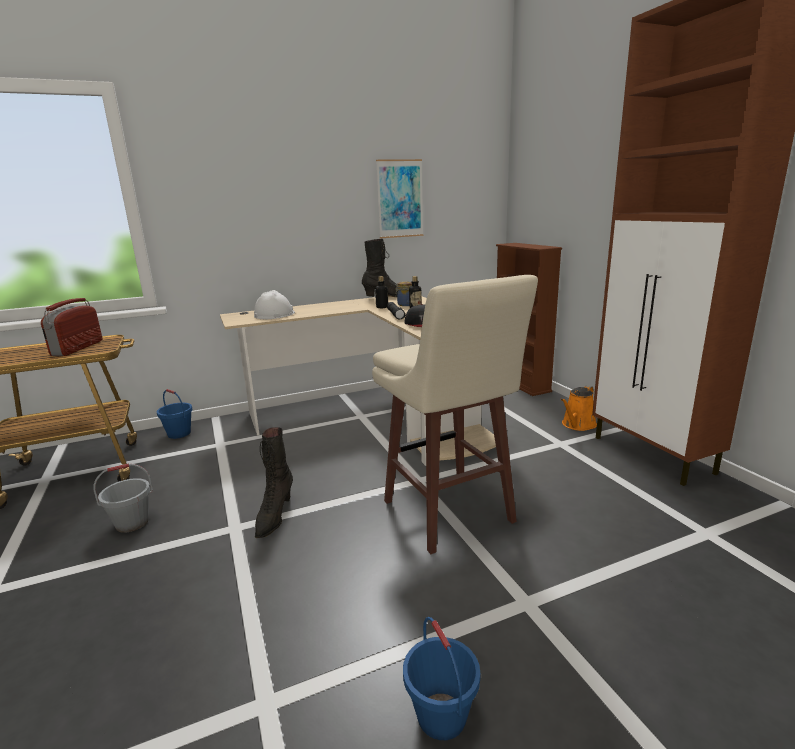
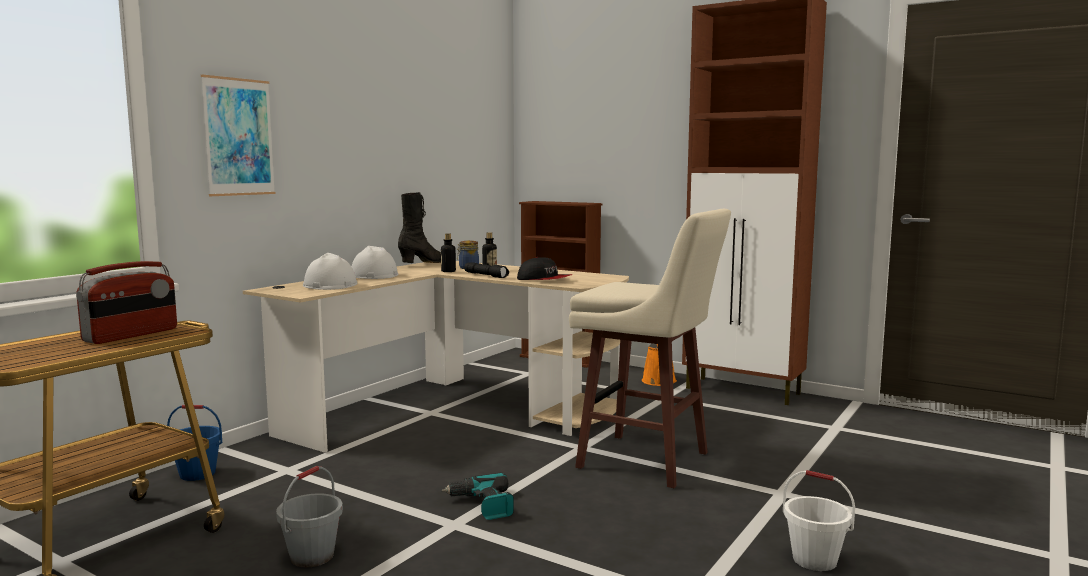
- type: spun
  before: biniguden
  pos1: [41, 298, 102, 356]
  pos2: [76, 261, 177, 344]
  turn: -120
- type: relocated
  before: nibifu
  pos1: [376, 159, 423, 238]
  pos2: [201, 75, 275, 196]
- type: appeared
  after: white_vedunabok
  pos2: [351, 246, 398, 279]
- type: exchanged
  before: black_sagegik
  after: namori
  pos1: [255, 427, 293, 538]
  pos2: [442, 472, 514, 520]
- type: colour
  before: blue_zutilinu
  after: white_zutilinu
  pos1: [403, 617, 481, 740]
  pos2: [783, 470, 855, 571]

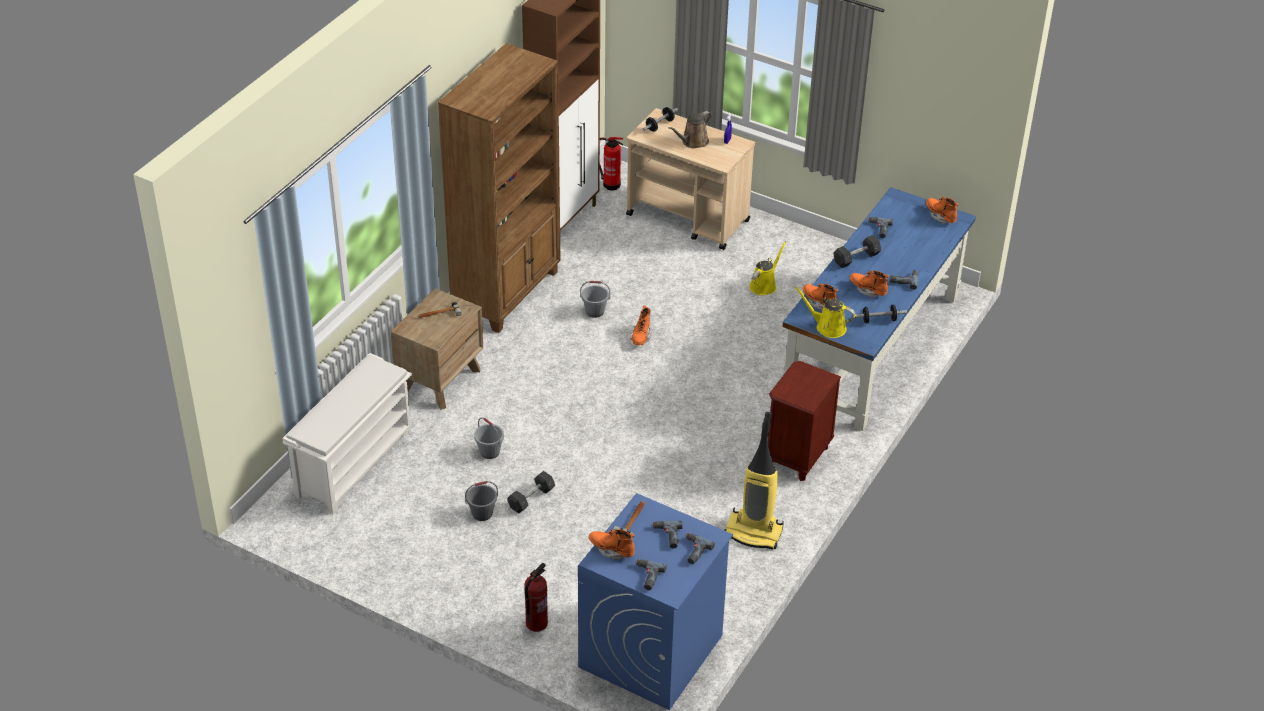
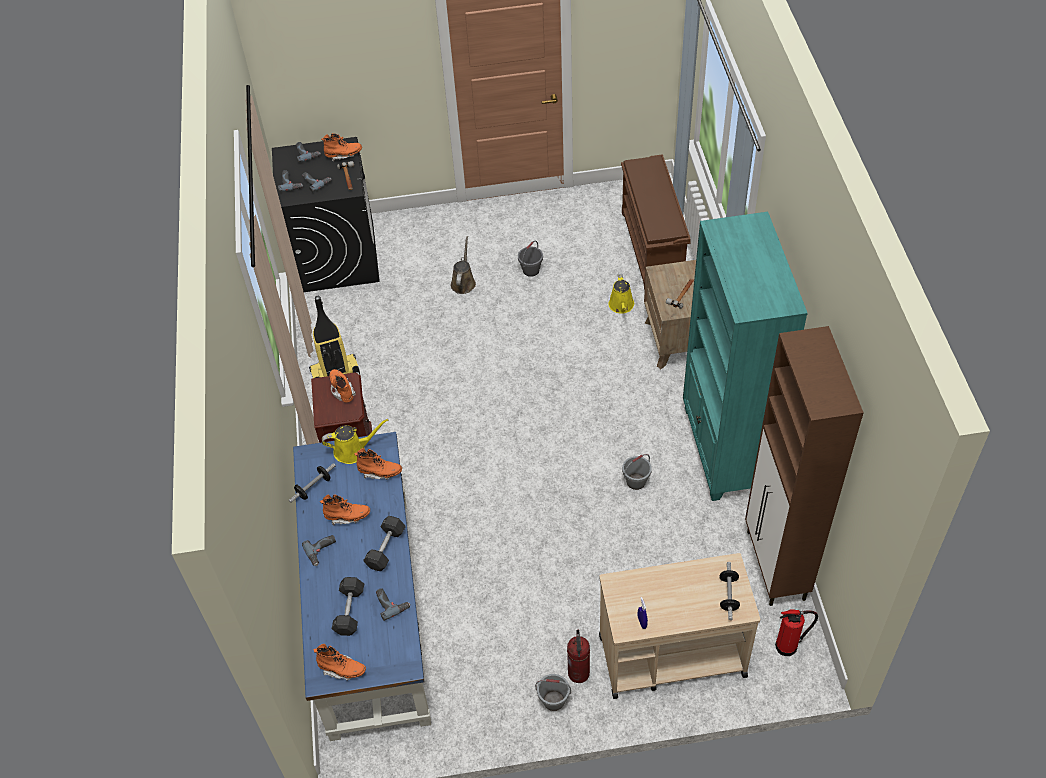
- type: colour
  before: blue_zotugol
  after: black_zotugol
  pos1: [578, 493, 733, 710]
  pos2: [272, 137, 380, 292]
- type: relocated
  before: orange_sagegik
  pos1: [630, 305, 652, 345]
  pos2: [330, 369, 356, 403]
- type: relocated
  before: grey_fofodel
  pos1: [507, 471, 555, 513]
  pos2: [332, 577, 364, 636]
- type: relocated
  before: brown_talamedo
  pos1: [668, 111, 712, 149]
  pos2: [451, 236, 476, 294]
- type: relocated
  before: grey_zutilinu
  pos1: [474, 418, 504, 459]
  pos2: [535, 674, 571, 711]
- type: relocated
  before: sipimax
  pos1: [524, 563, 548, 632]
  pos2: [567, 630, 590, 683]
- type: relocated
  before: yellow_talamedo
  pos1: [749, 241, 787, 296]
  pos2: [609, 274, 634, 314]
- type: colour
  before: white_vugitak
  after: brown_vugitak
  pos1: [282, 353, 412, 514]
  pos2: [621, 154, 691, 290]
- type: colour
  before: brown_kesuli
  after: turquoise_kesuli
  pos1: [438, 43, 560, 333]
  pos2: [683, 212, 808, 501]

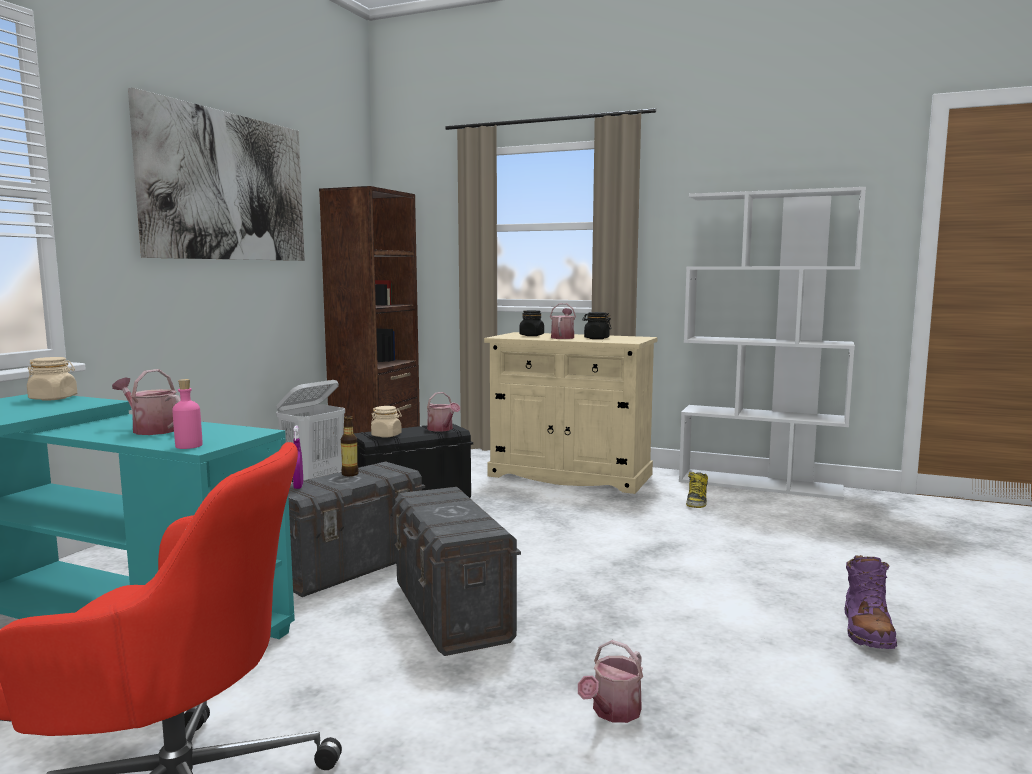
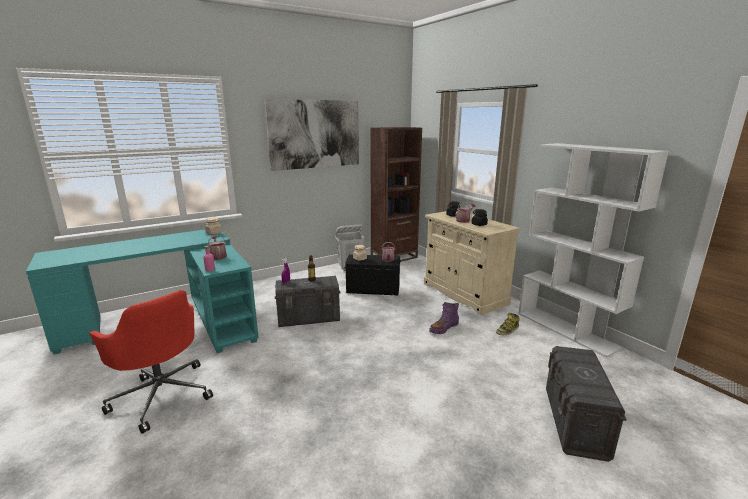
- type: relocated
  before: purple_sagegik
  pos1: [844, 555, 897, 649]
  pos2: [429, 302, 459, 334]
- type: relocated
  before: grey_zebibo
  pos1: [392, 487, 521, 656]
  pos2: [546, 346, 627, 462]
- type: missing
  before: talamedo
  pos1: [578, 640, 643, 723]

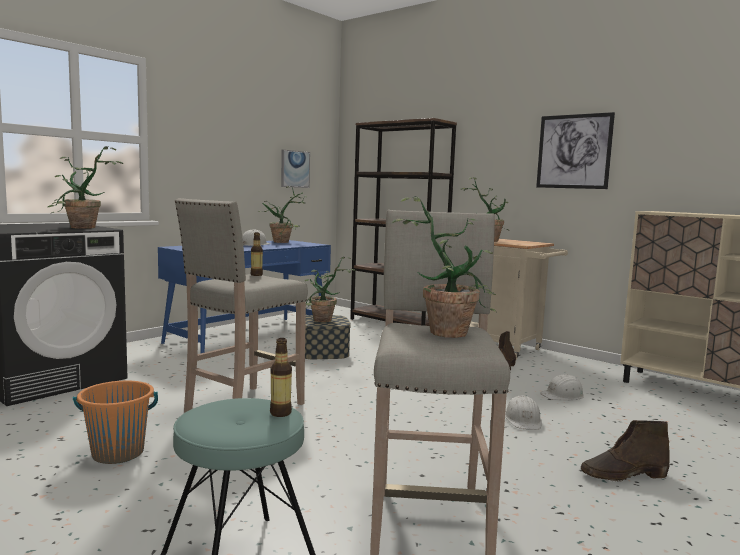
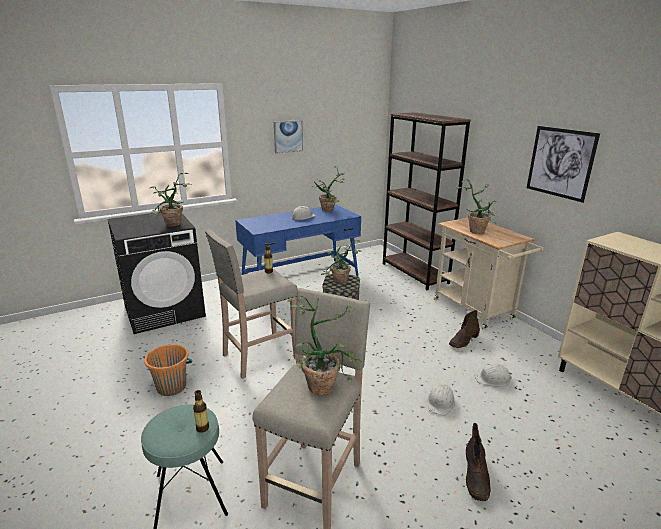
- type: relocated
  before: nibifu
  pos1: [281, 150, 310, 188]
  pos2: [274, 120, 303, 153]
- type: spun
  before: brown_sagegik
  pos1: [581, 420, 670, 481]
  pos2: [466, 423, 491, 501]
  turn: -90

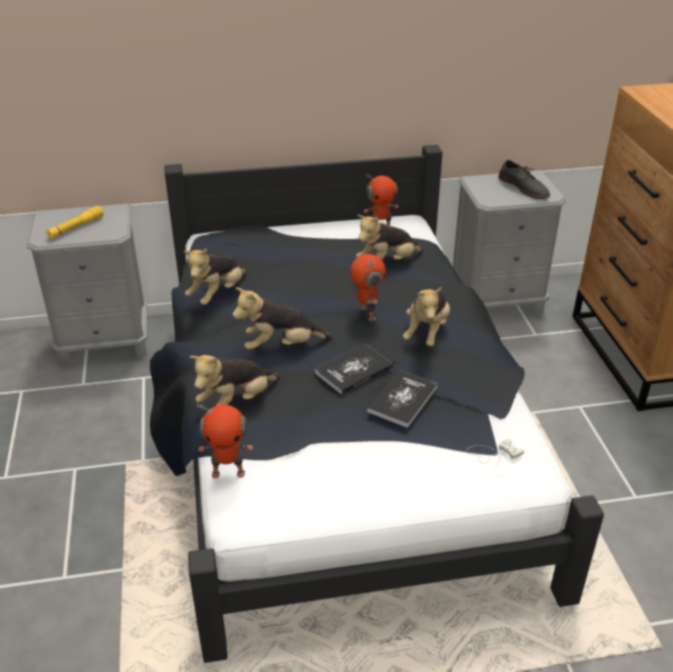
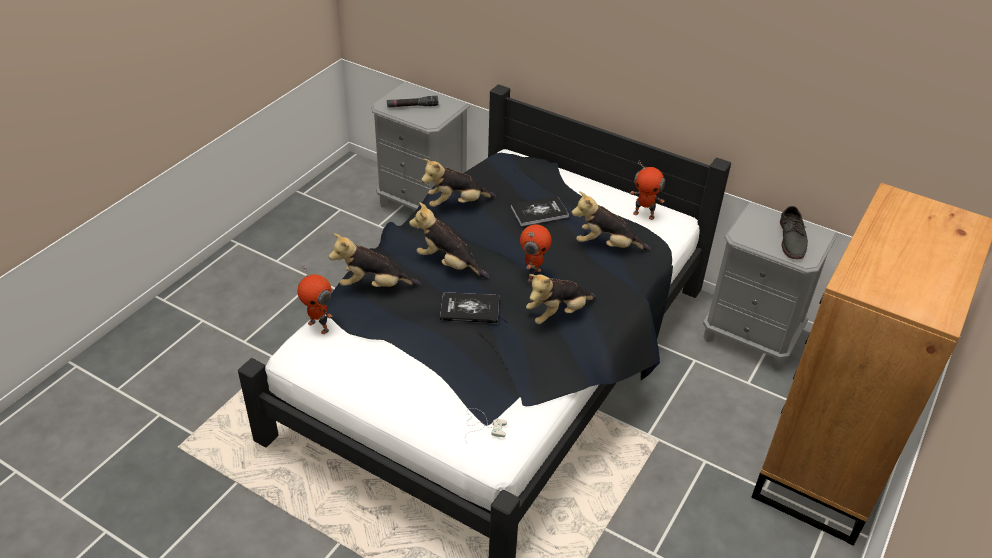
- type: colour
  before: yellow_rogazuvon
  after: black_rogazuvon
  pos1: [46, 206, 104, 239]
  pos2: [387, 96, 438, 108]
- type: relocated
  before: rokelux
  pos1: [367, 370, 438, 428]
  pos2: [511, 196, 569, 226]

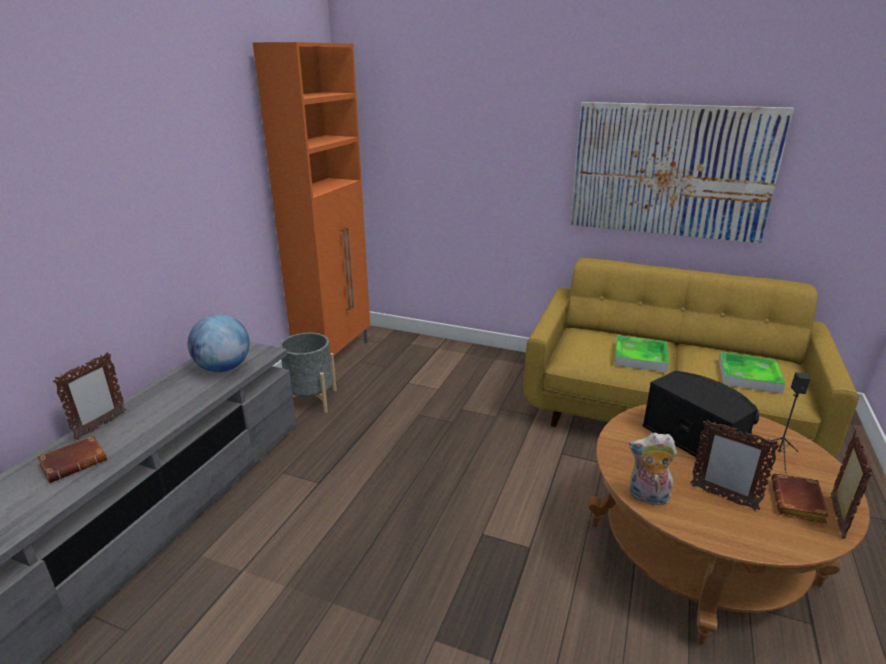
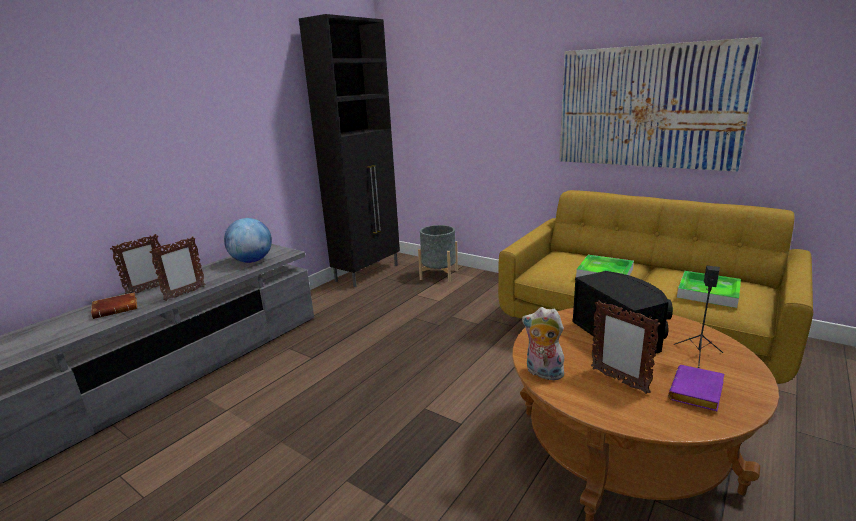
- type: relocated
  before: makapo
  pos1: [831, 429, 872, 539]
  pos2: [150, 237, 206, 301]
- type: colour
  before: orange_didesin
  after: black_didesin
  pos1: [253, 42, 370, 356]
  pos2: [299, 14, 400, 287]
- type: relocated
  before: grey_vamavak
  pos1: [279, 333, 337, 413]
  pos2: [418, 225, 458, 282]
- type: colour
  before: brown_rokelux
  after: purple_rokelux
  pos1: [771, 473, 829, 523]
  pos2: [668, 365, 724, 411]

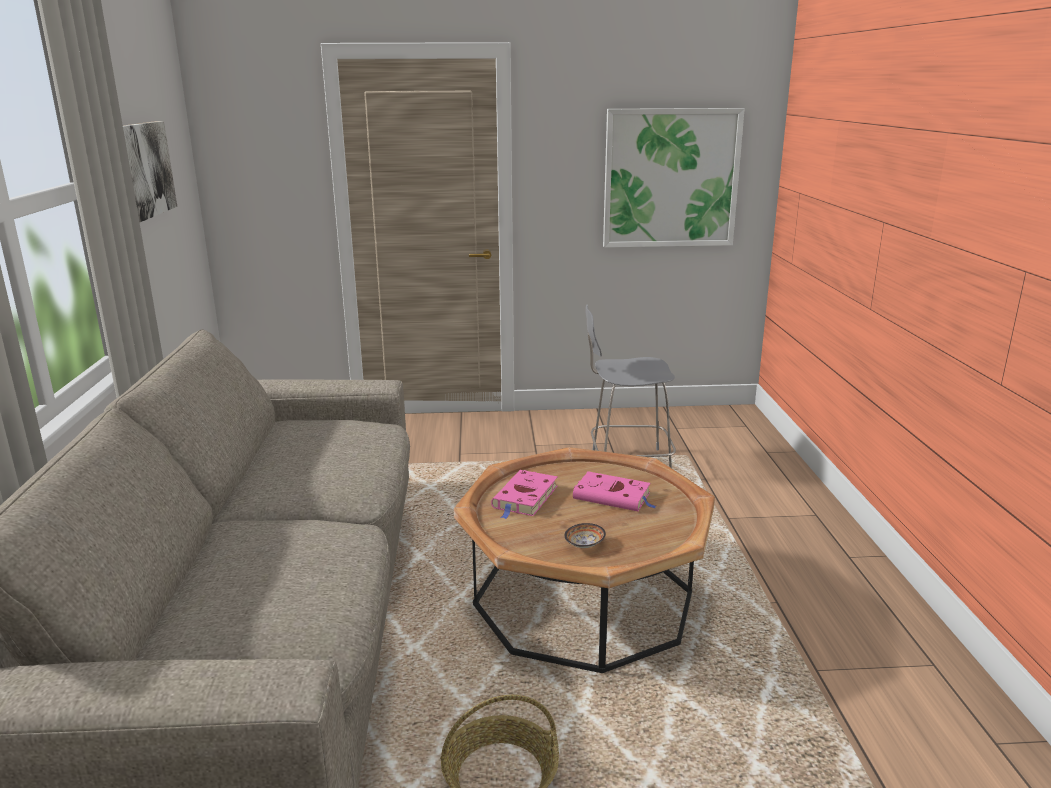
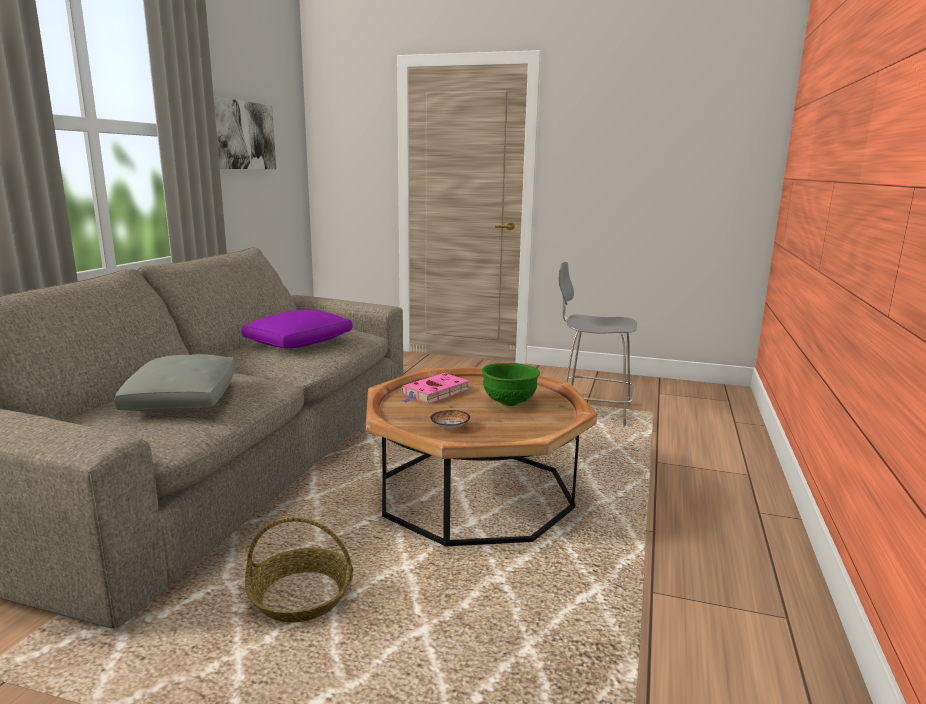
- type: appeared
  after: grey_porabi
  pos2: [114, 354, 235, 412]
- type: appeared
  after: purple_porabi
  pos2: [241, 310, 353, 348]
- type: exchanged
  before: pink_rokelux
  after: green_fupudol
  pos1: [573, 471, 656, 511]
  pos2: [482, 363, 540, 406]
- type: missing
  before: nibifu
  pos1: [603, 108, 745, 248]

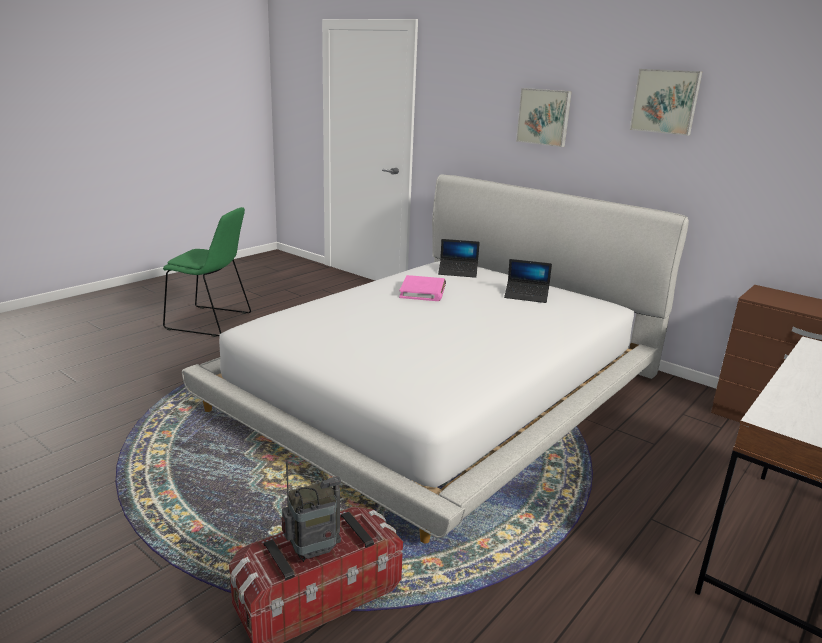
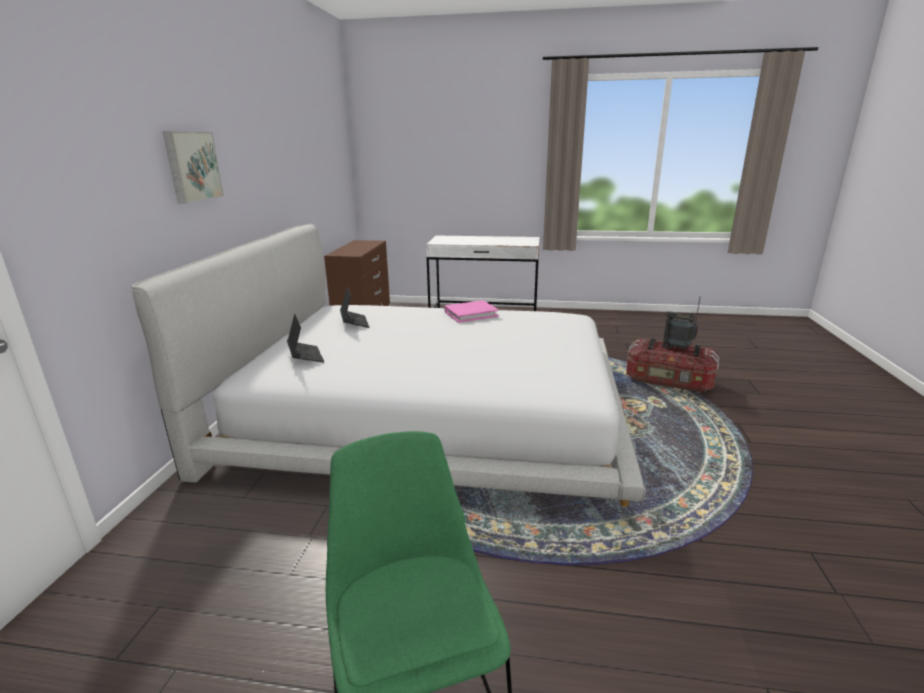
- type: relocated
  before: pink_rokelux
  pos1: [399, 275, 446, 301]
  pos2: [444, 300, 499, 323]
- type: missing
  before: nibifu
  pos1: [630, 69, 703, 136]

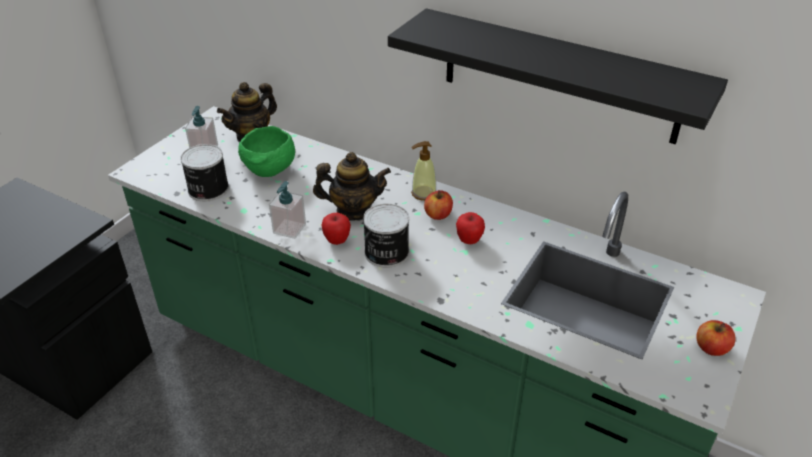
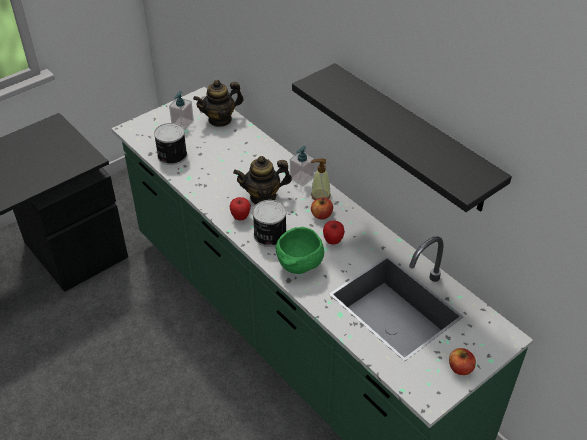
- type: spun
  before: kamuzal
  pos1: [313, 152, 391, 221]
  pos2: [233, 156, 292, 205]
  turn: 150
- type: relocated
  before: green_fupudol
  pos1: [238, 126, 295, 177]
  pos2: [276, 227, 324, 274]
- type: relocated
  before: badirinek
  pos1: [269, 181, 306, 239]
  pos2: [290, 146, 315, 186]

